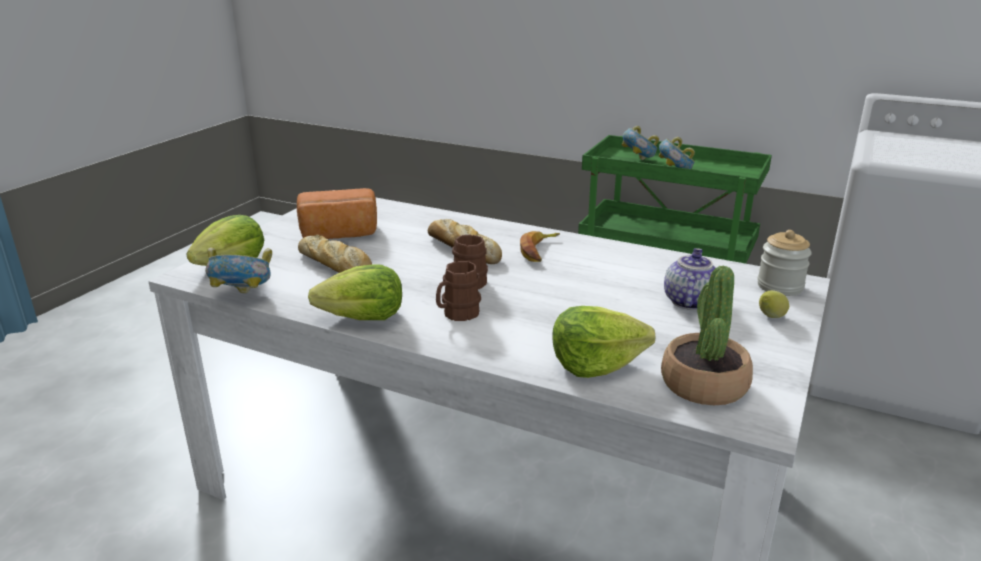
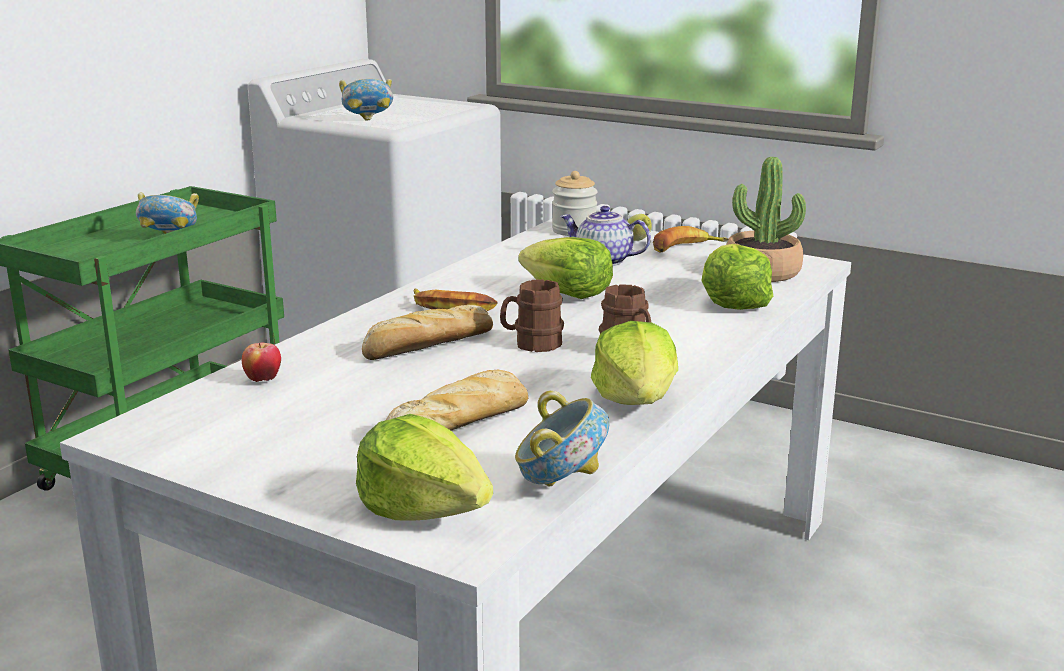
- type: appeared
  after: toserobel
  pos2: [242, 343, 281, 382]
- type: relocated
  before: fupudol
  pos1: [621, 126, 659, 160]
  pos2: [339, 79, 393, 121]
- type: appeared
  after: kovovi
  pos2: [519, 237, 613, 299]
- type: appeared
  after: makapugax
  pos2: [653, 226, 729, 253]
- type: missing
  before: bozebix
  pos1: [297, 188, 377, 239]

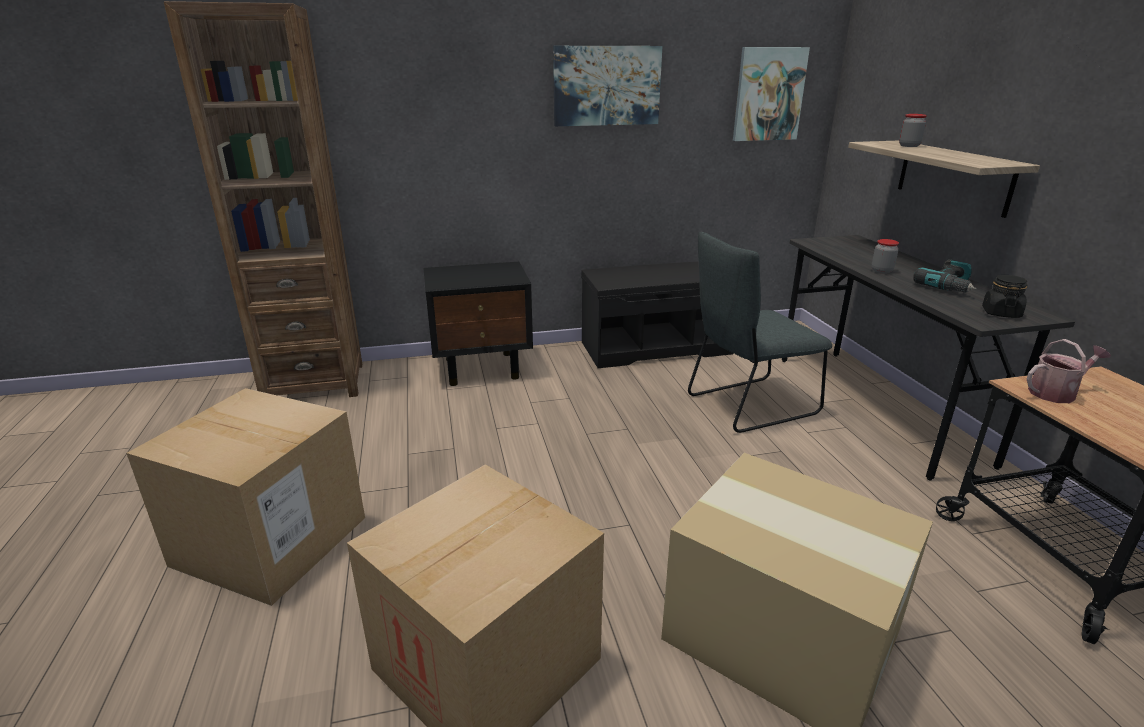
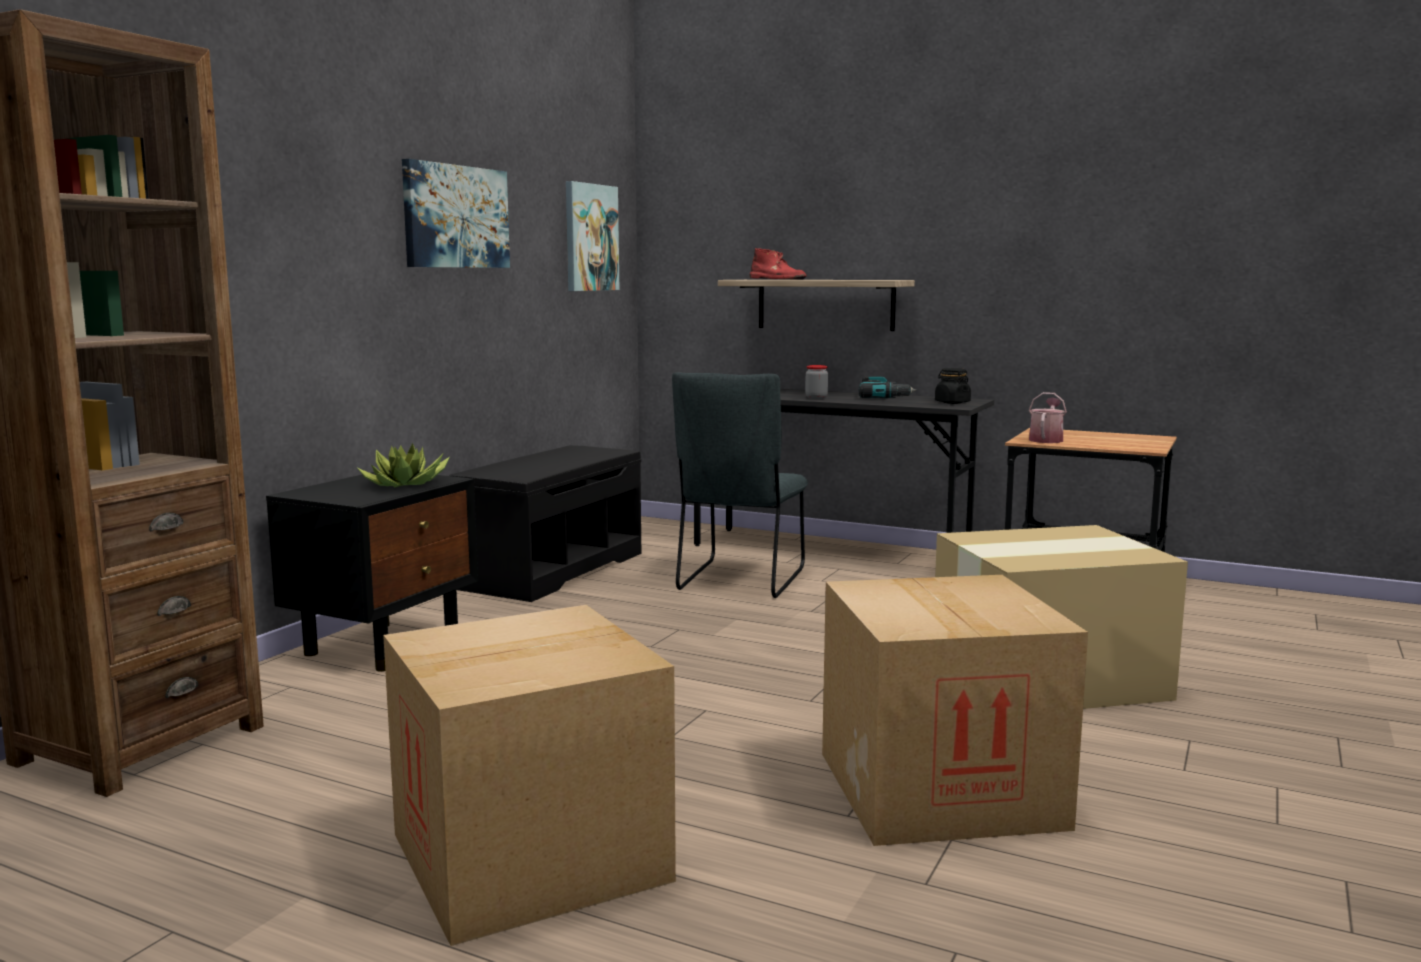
- type: appeared
  after: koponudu
  pos2: [358, 443, 450, 487]
- type: exchanged
  before: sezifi
  after: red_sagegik
  pos1: [899, 114, 927, 147]
  pos2: [750, 248, 806, 280]

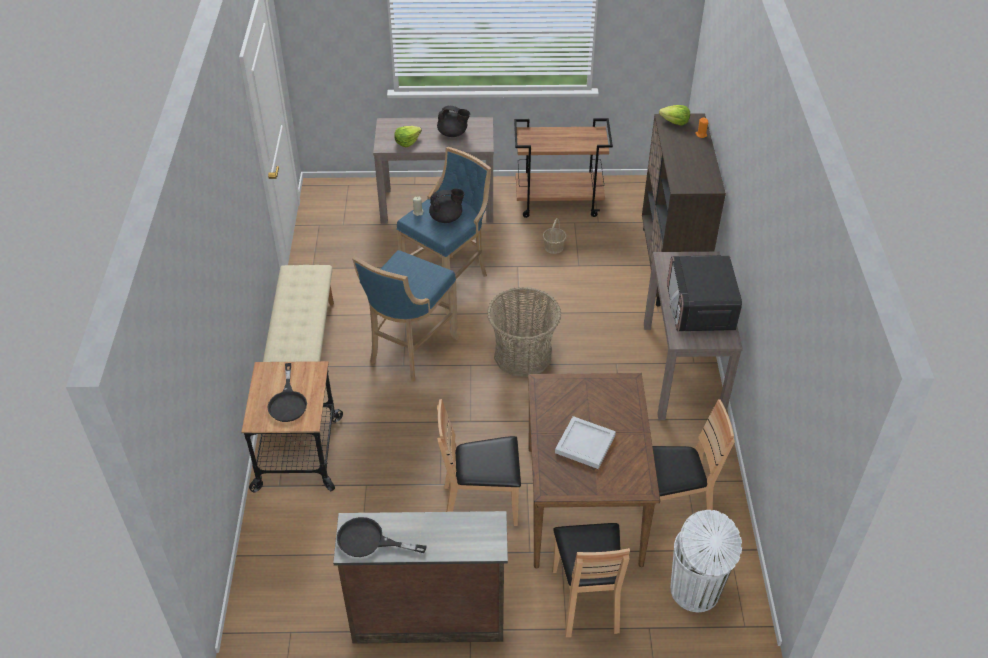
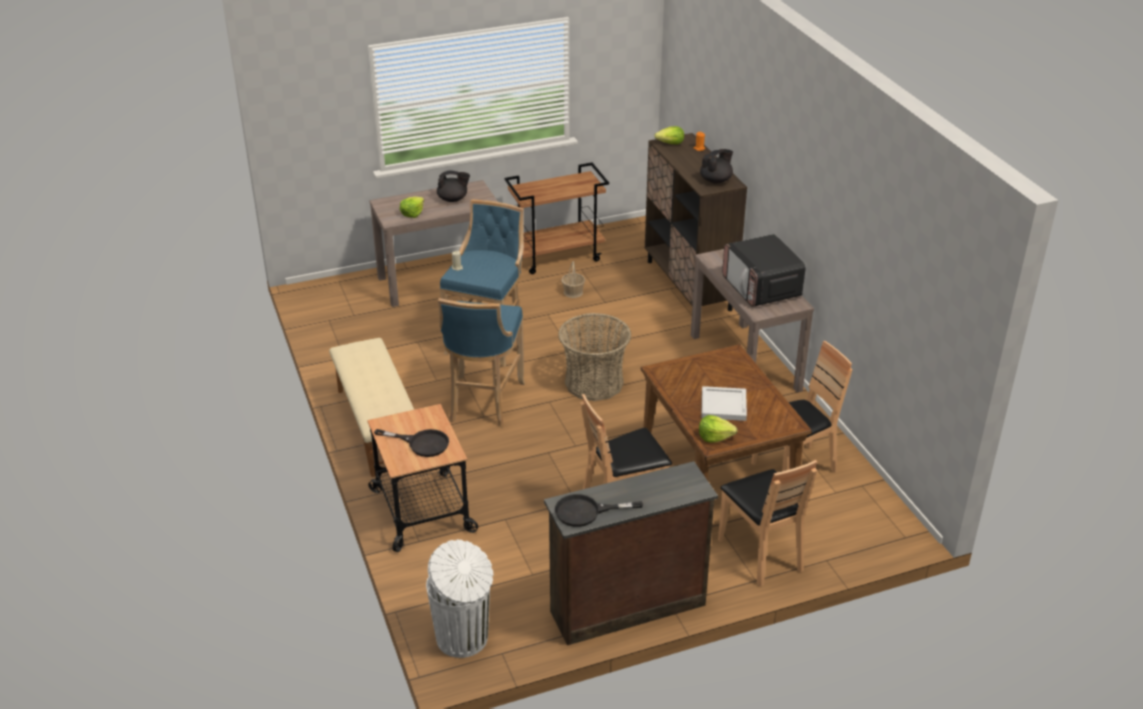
- type: spun
  before: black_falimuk
  pos1: [267, 363, 307, 422]
  pos2: [374, 429, 449, 457]
  turn: -45
- type: relocated
  before: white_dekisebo
  pos1: [671, 510, 742, 612]
  pos2: [426, 540, 493, 658]
- type: appeared
  after: kovovi
  pos2: [699, 415, 738, 442]
- type: relocated
  before: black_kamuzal
  pos1: [429, 188, 465, 223]
  pos2: [700, 149, 733, 184]

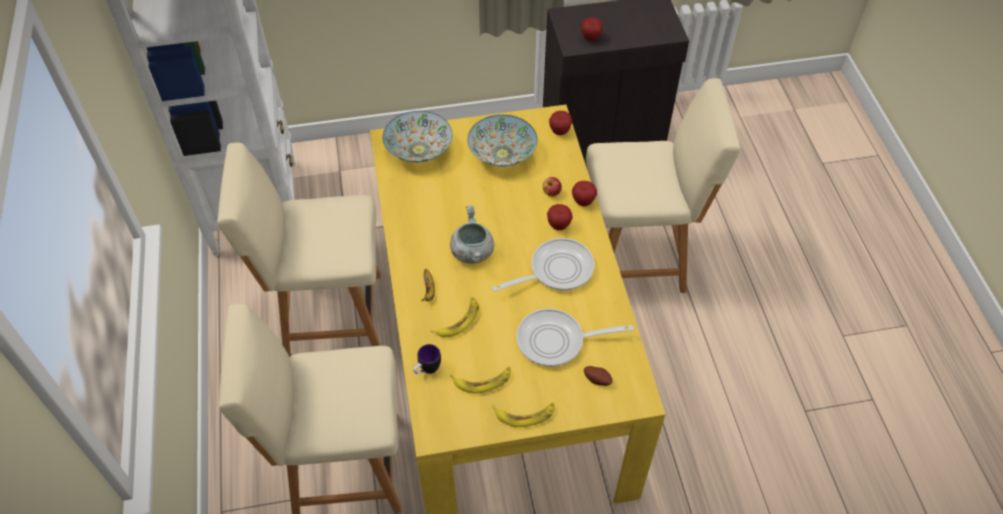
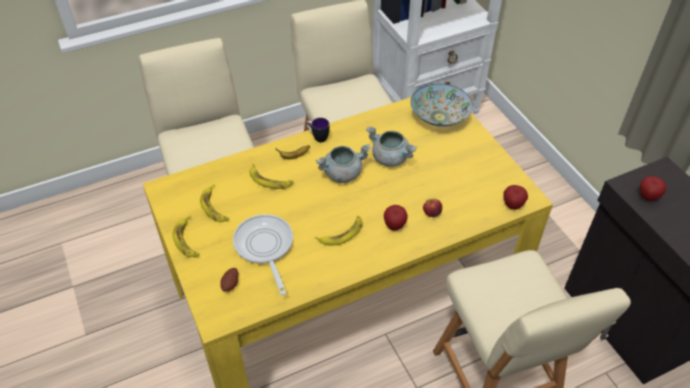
- type: relocated
  before: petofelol
  pos1: [413, 344, 441, 374]
  pos2: [306, 118, 330, 142]
- type: exchanged
  before: falimuk
  after: makapugax
  pos1: [492, 238, 595, 292]
  pos2: [314, 216, 363, 246]
- type: appeared
  after: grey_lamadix
  pos2: [366, 127, 417, 167]
- type: missing
  before: fupudol
  pos1: [468, 115, 537, 167]
- type: missing
  before: toserobel
  pos1: [572, 181, 597, 206]

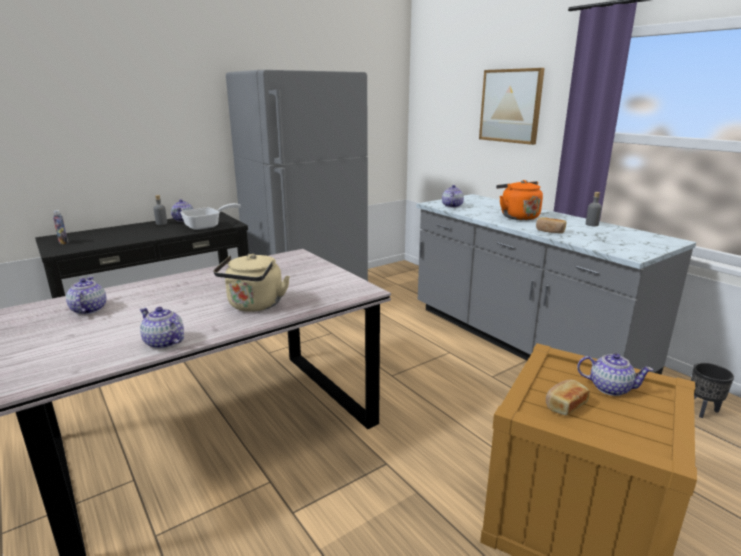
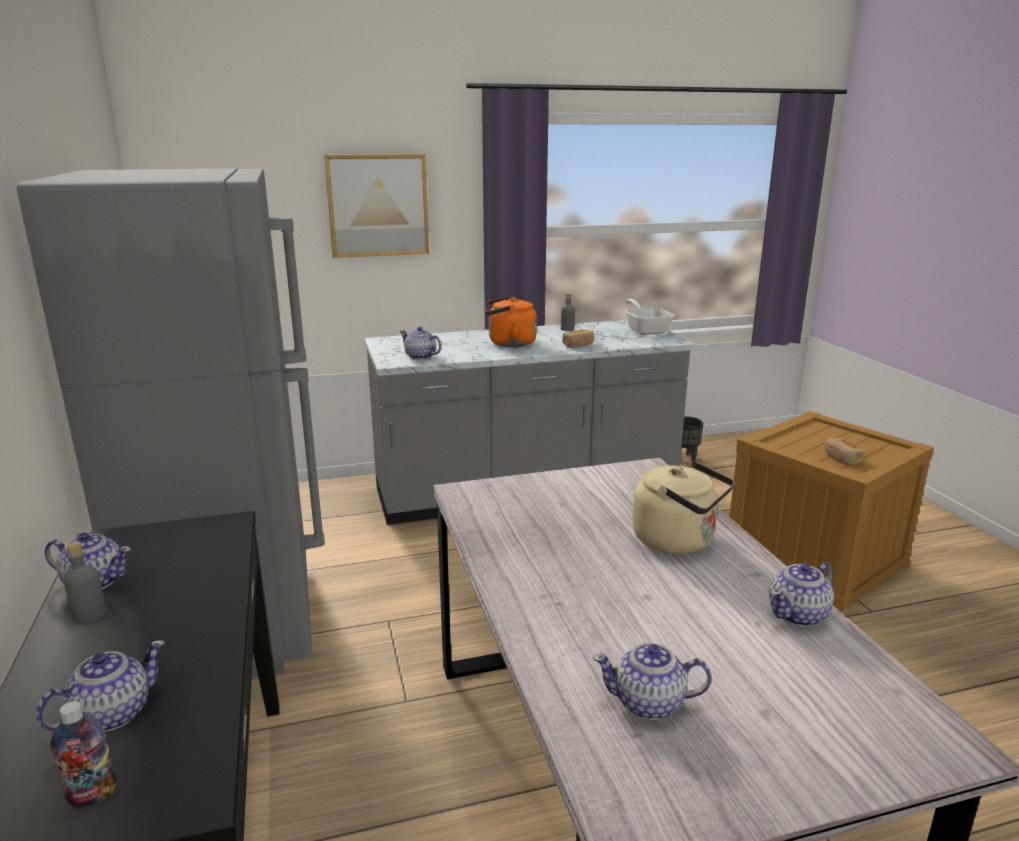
- type: relocated
  before: kamuzal
  pos1: [577, 353, 653, 396]
  pos2: [36, 640, 165, 732]
- type: relocated
  before: falimuk
  pos1: [180, 203, 241, 230]
  pos2: [625, 299, 675, 335]

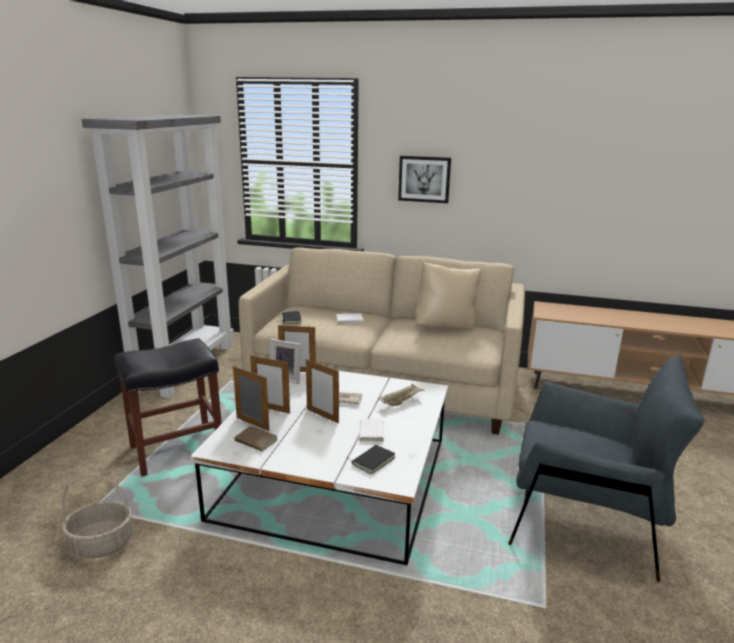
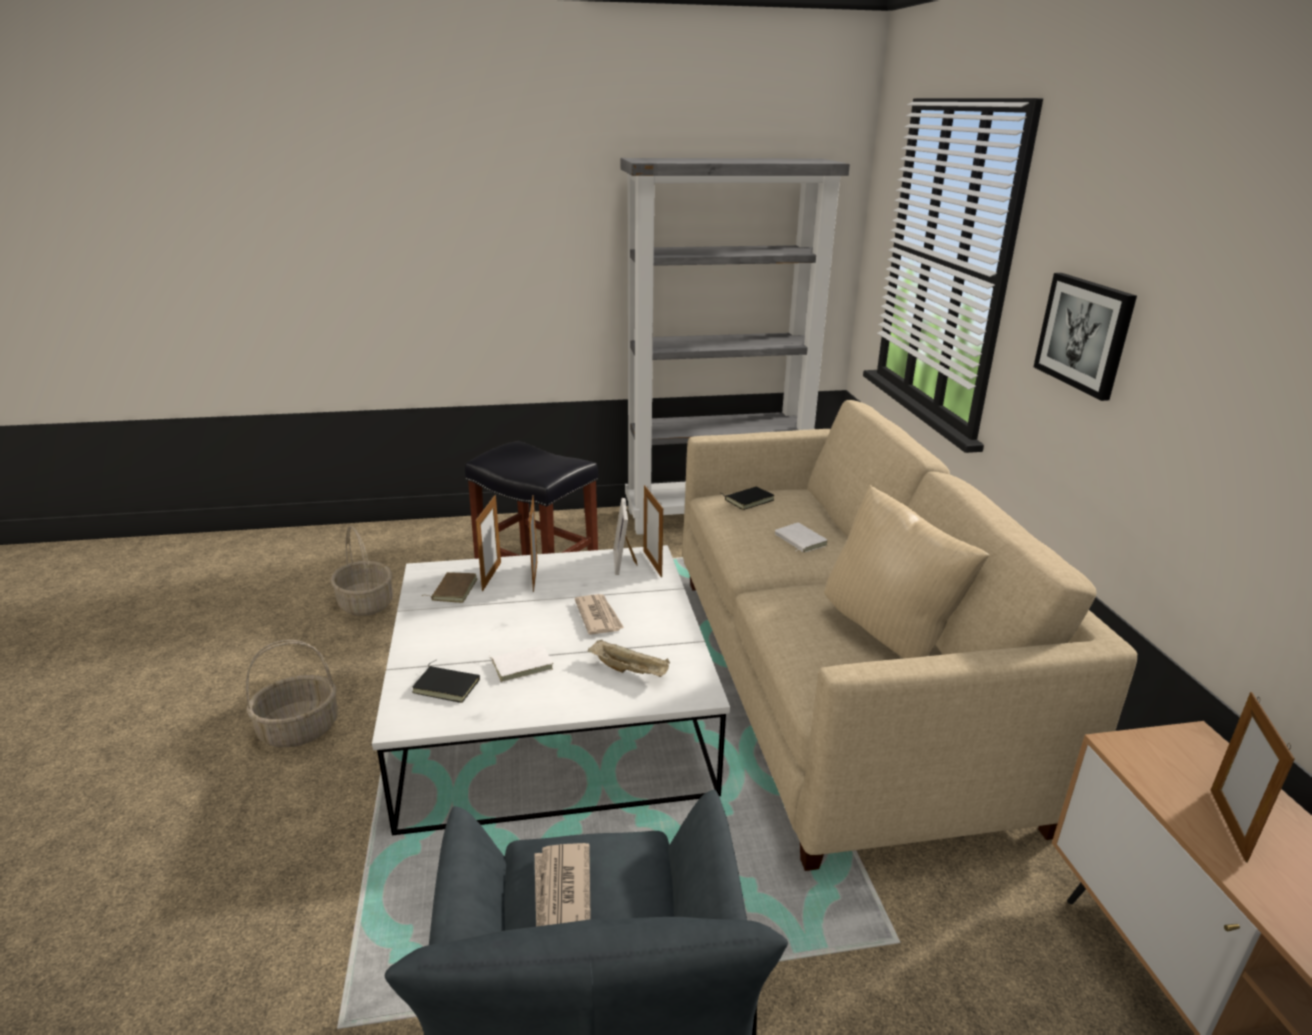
- type: appeared
  after: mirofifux
  pos2: [246, 640, 338, 747]
- type: appeared
  after: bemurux
  pos2: [535, 843, 591, 927]
- type: relocated
  before: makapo
  pos1: [306, 359, 339, 424]
  pos2: [1211, 692, 1295, 863]

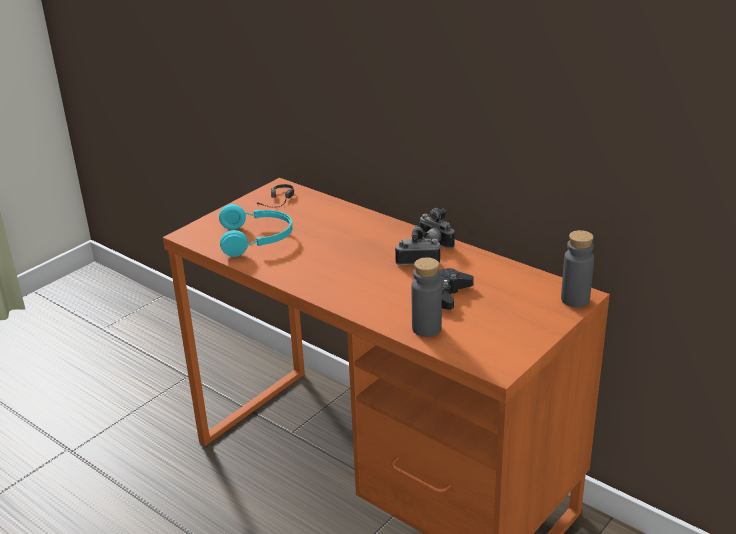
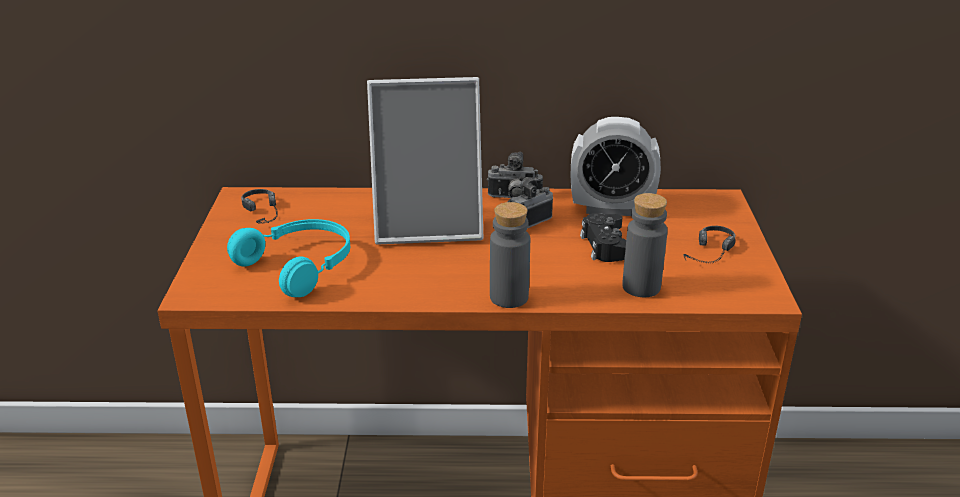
- type: appeared
  after: makapo
  pos2: [367, 77, 483, 245]
- type: relocated
  before: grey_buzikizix
  pos1: [561, 230, 594, 307]
  pos2: [490, 202, 530, 308]
- type: appeared
  after: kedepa
  pos2: [571, 117, 661, 216]
- type: appeared
  after: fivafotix
  pos2: [683, 226, 736, 264]

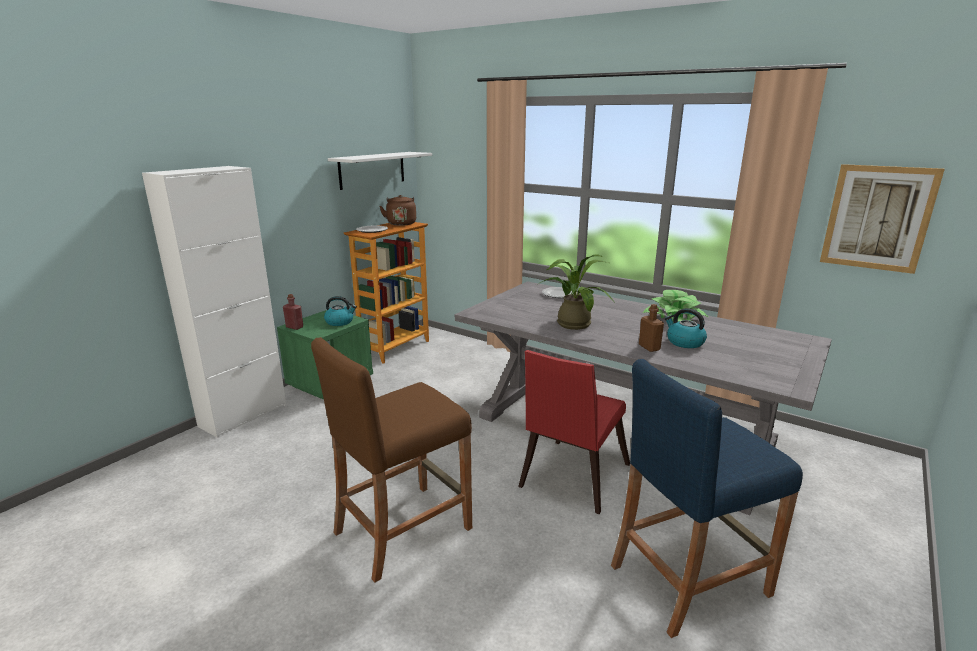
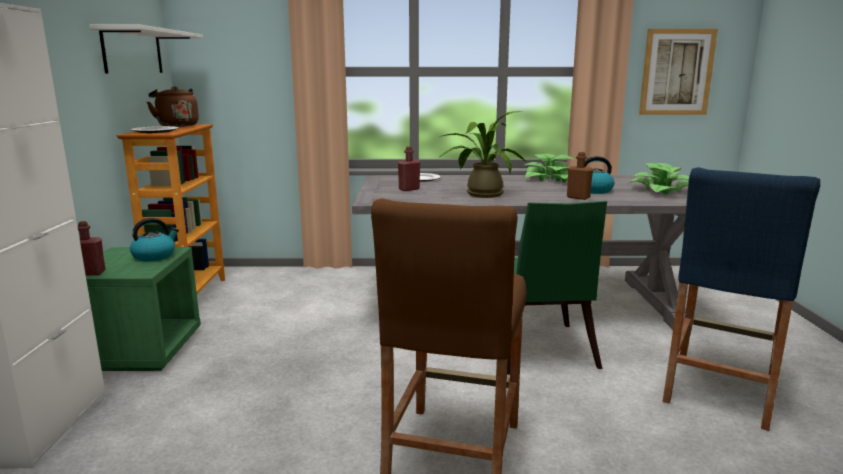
- type: appeared
  after: red_buzikizix
  pos2: [398, 146, 420, 191]
- type: colour
  before: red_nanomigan
  after: green_nanomigan
  pos1: [518, 350, 630, 514]
  pos2: [507, 201, 607, 375]
- type: appeared
  after: koponudu
  pos2: [628, 163, 689, 195]

